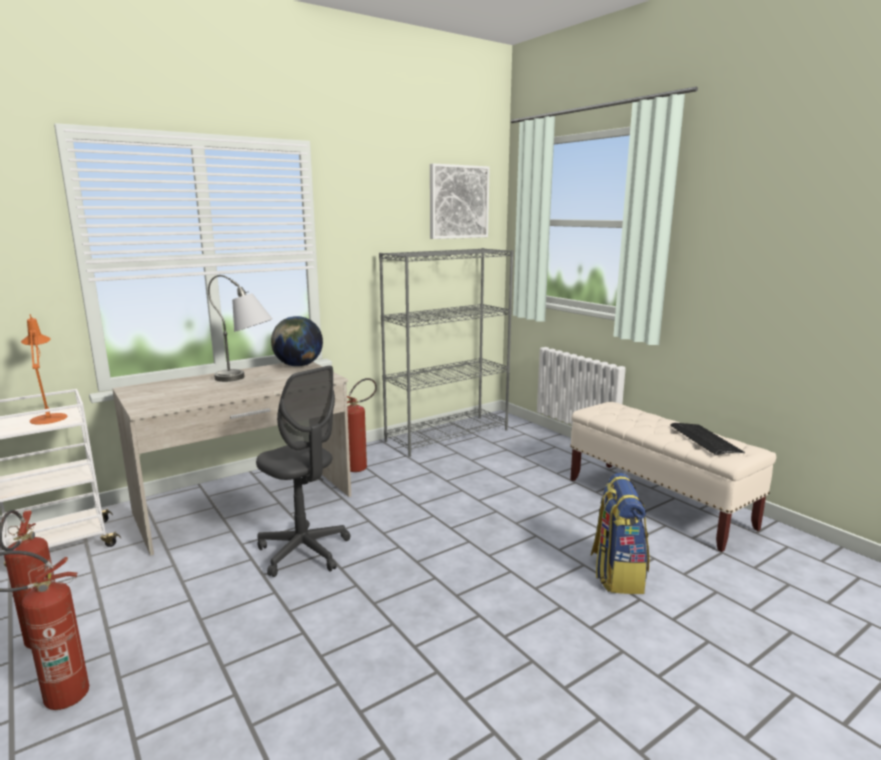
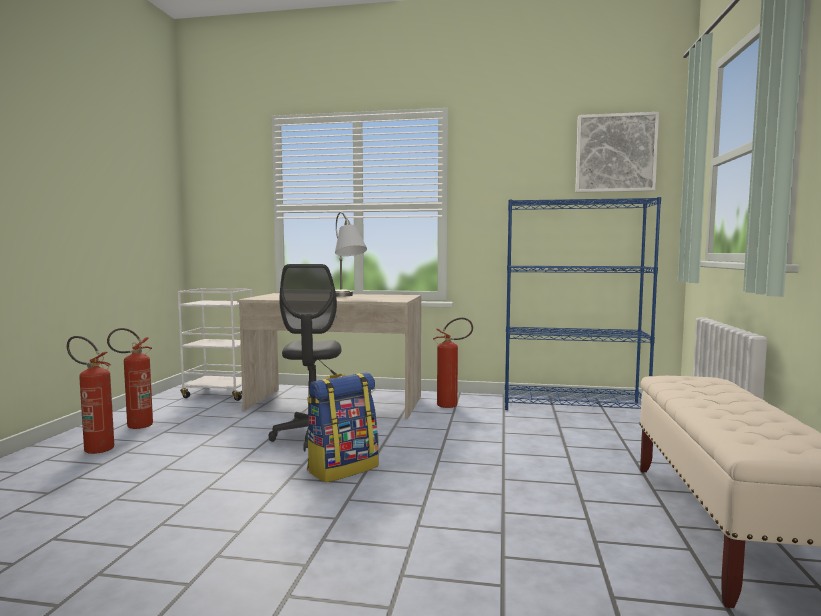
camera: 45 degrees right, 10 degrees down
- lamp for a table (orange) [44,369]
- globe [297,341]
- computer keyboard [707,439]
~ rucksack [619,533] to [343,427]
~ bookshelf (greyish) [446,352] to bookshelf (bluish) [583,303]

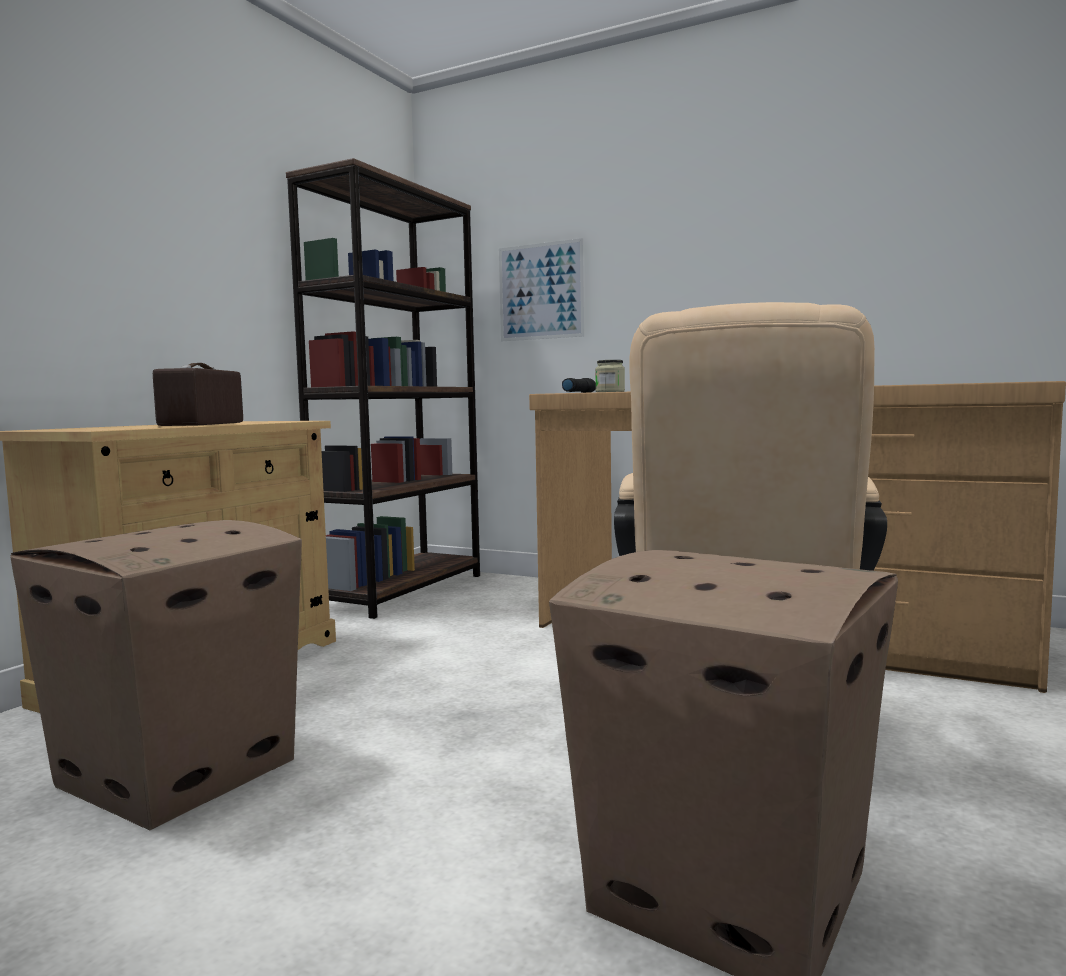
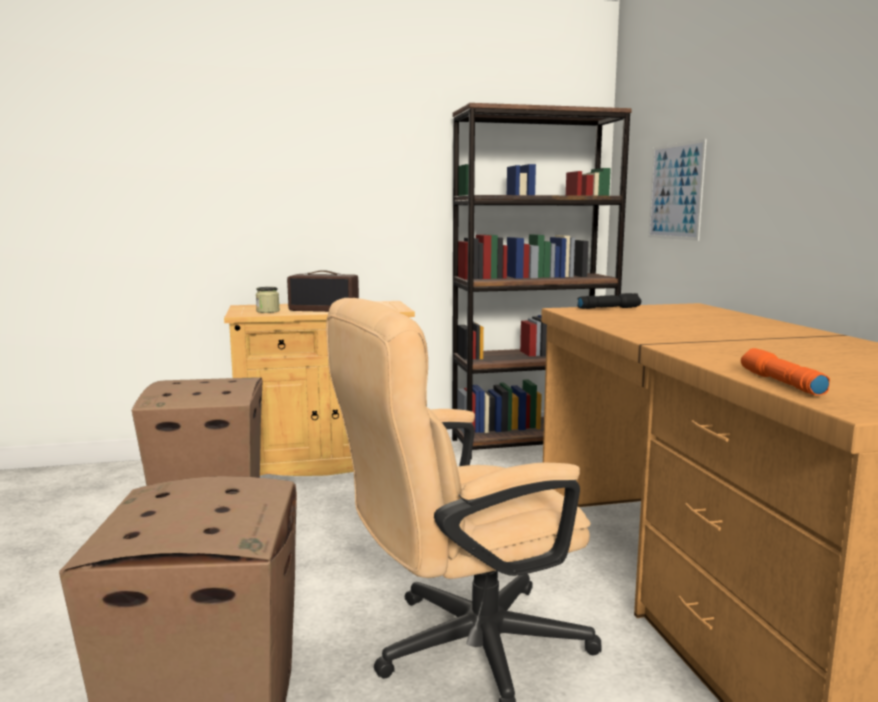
camera: 50 degrees right, 5 degrees up
+ hand torch (orange) [785,371]
~ preserve jar [610,376] to [268,300]
~ radio set [198,394] = [323,291] 135 degrees counterclockwise

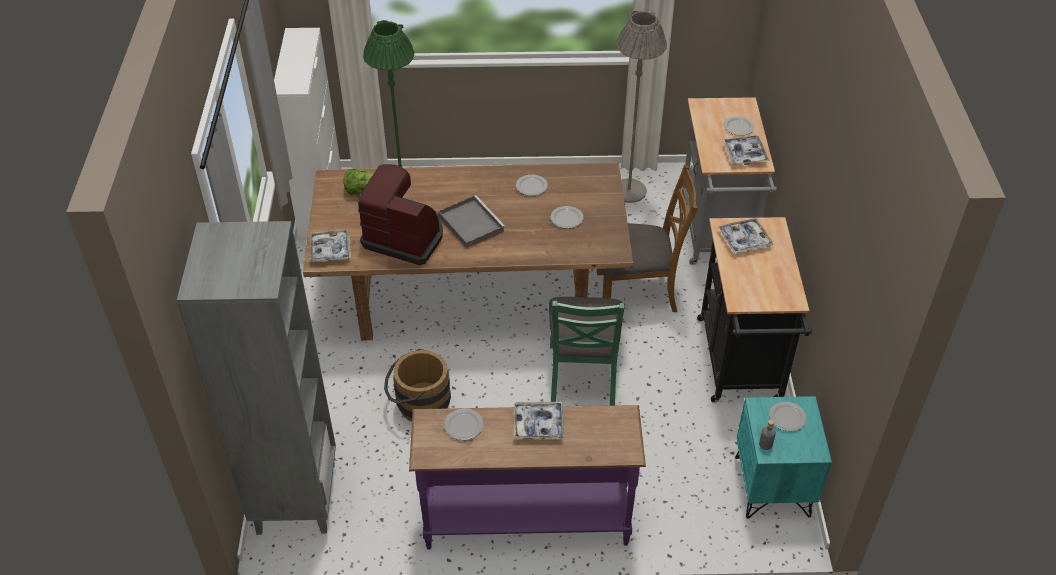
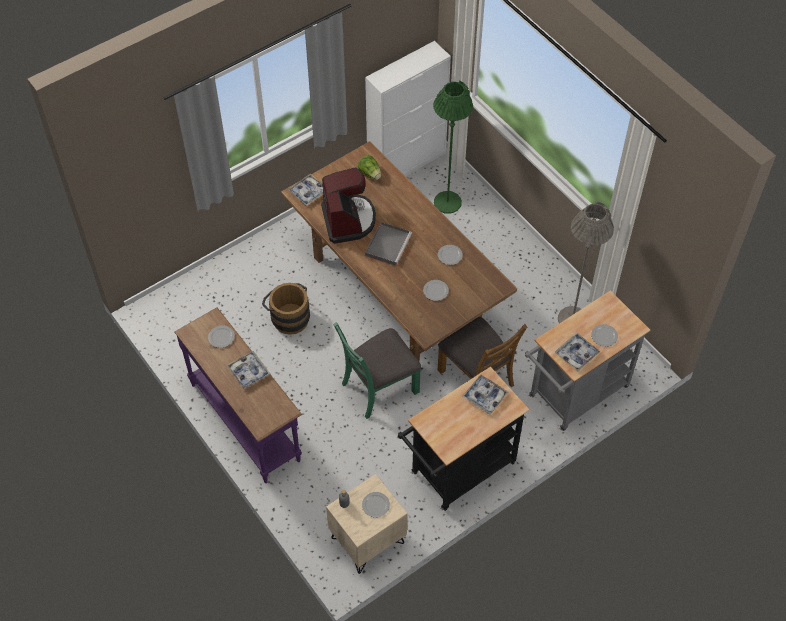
camera: 55 degrees right, 10 degrees up
- bookshelf (greyish) [256,378]
~ bedside table (blue-green) [783,457] to bedside table (beige) [366,524]

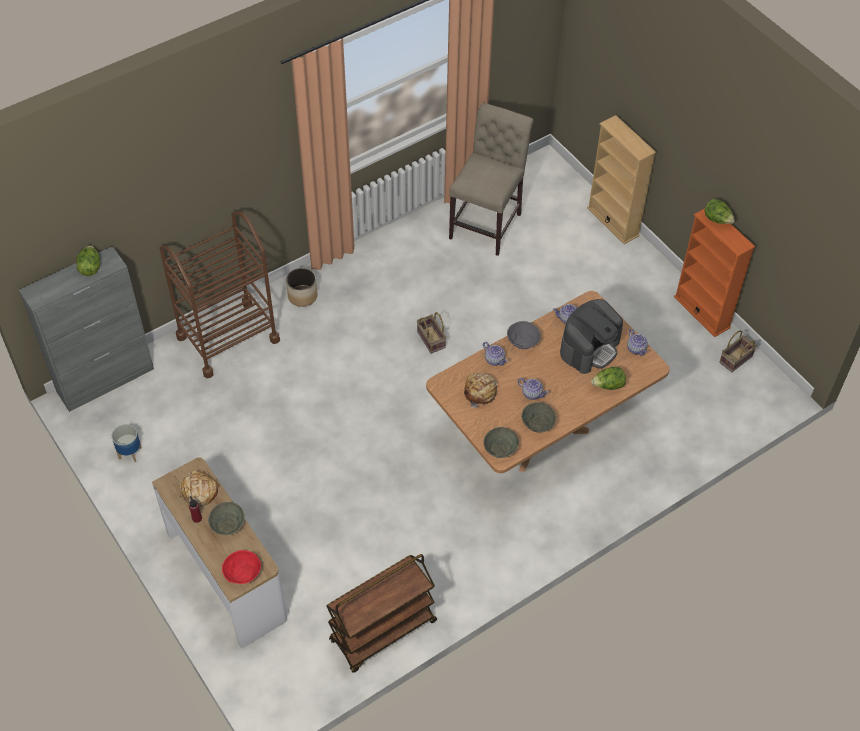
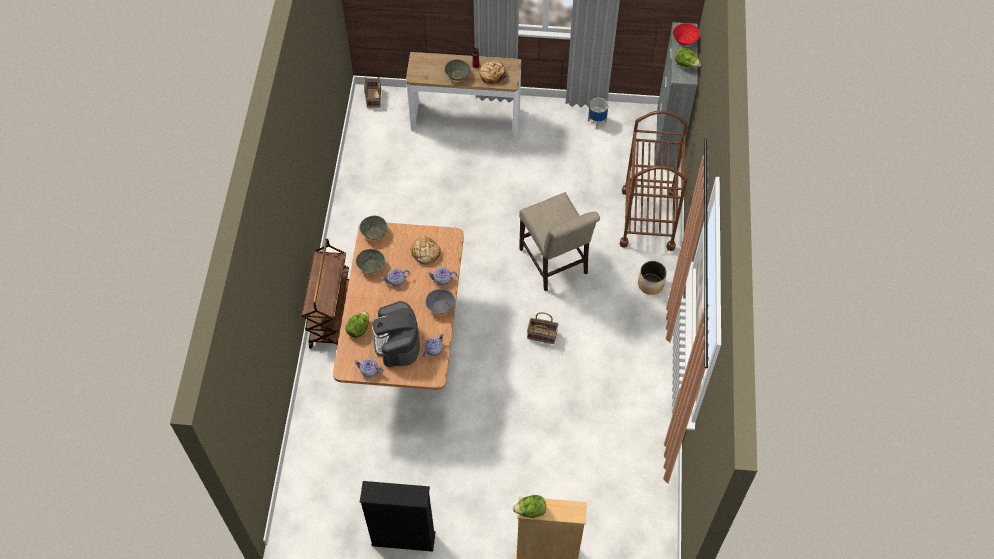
camera: 130 degrees right, 5 degrees up
~ deep dish (red) [241,567] to [686,34]
~ cart (brownish) [381,613] to [325,293]
~ plain chair (beige) [491,179] to [559,241]
~ head of lettuce [719,211] to [529,506]
~ basket [738,351] to [372,92]
~ bookshelf (orange) [714,272] to bookshelf (blackish) [398,516]

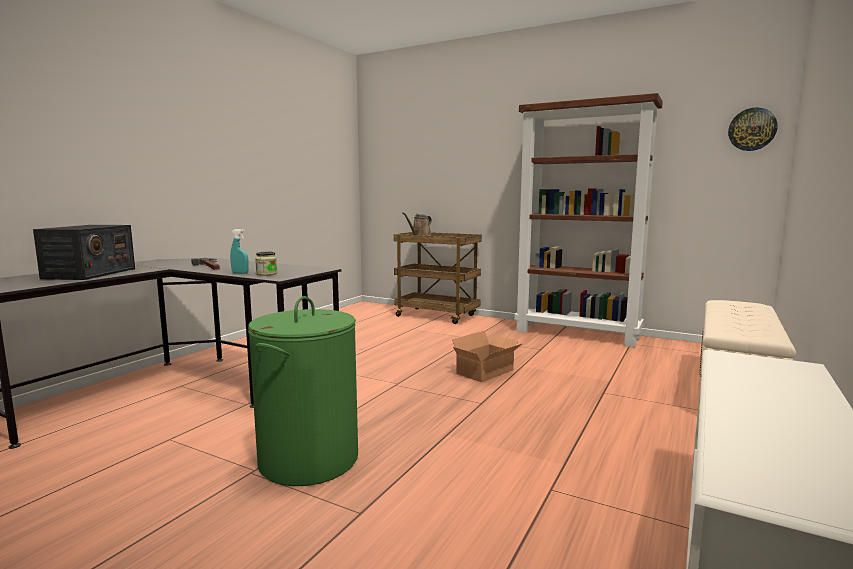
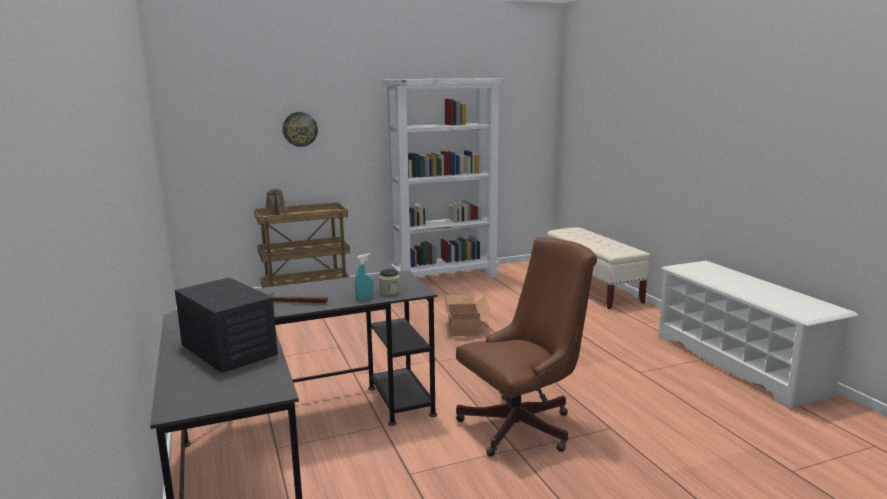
camera: 50 degrees left, 5 degrees up
~ hanging clock [753,129] to [300,129]
~ hamper (green-coloured) [303,391] to desk chair (brownish) [526,347]
~ bookshelf (brownish) [588,220] to bookshelf (white-coloured) [443,178]

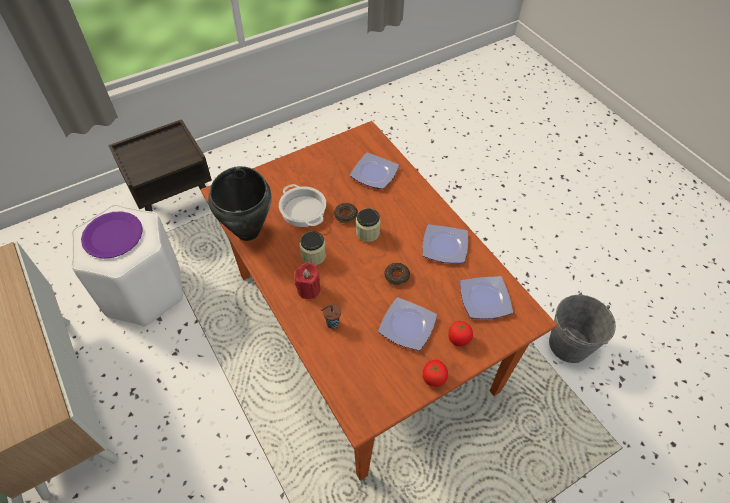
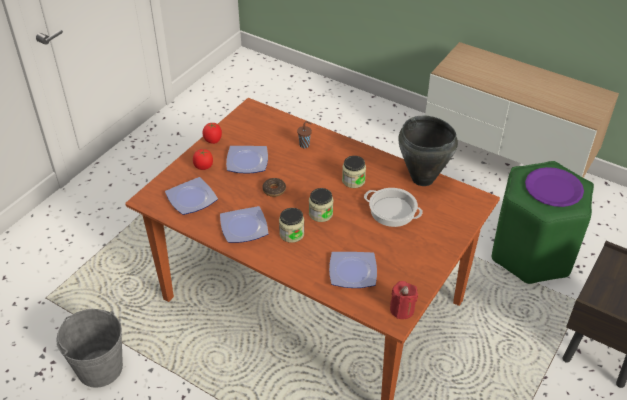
camera: 155 degrees right, 10 degrees down
- donut [346,213]
+ preserve jar [291,225]
~ candle (red) [307,280] to [404,300]
~ sitting stool (white-coloured) [127,265] to sitting stool (green-coloured) [543,222]

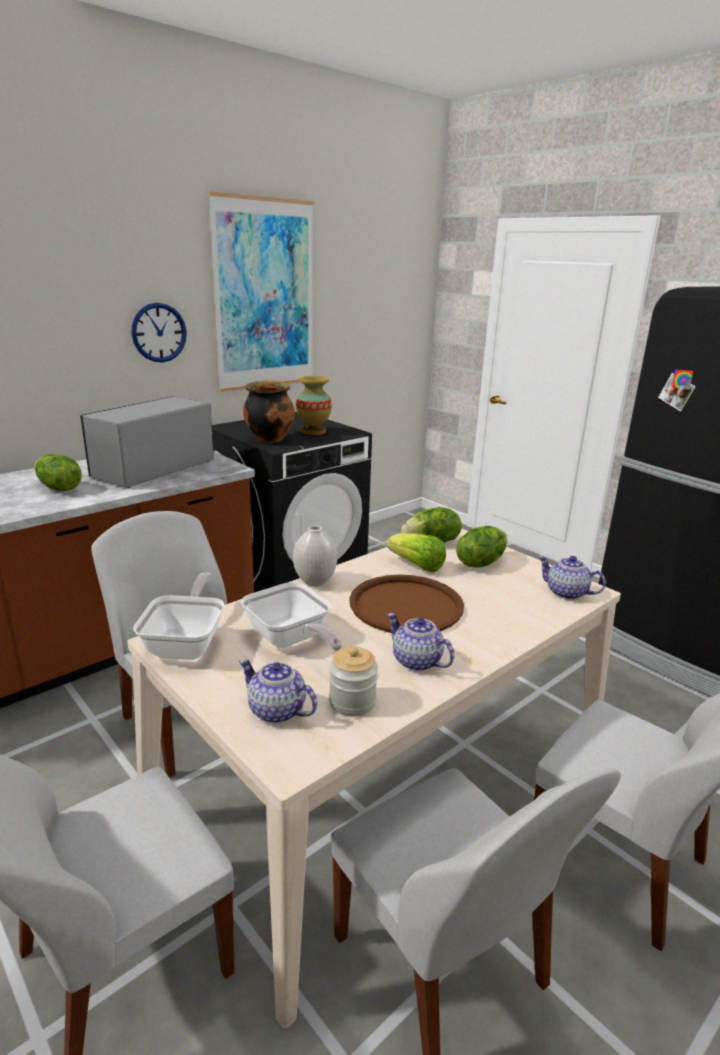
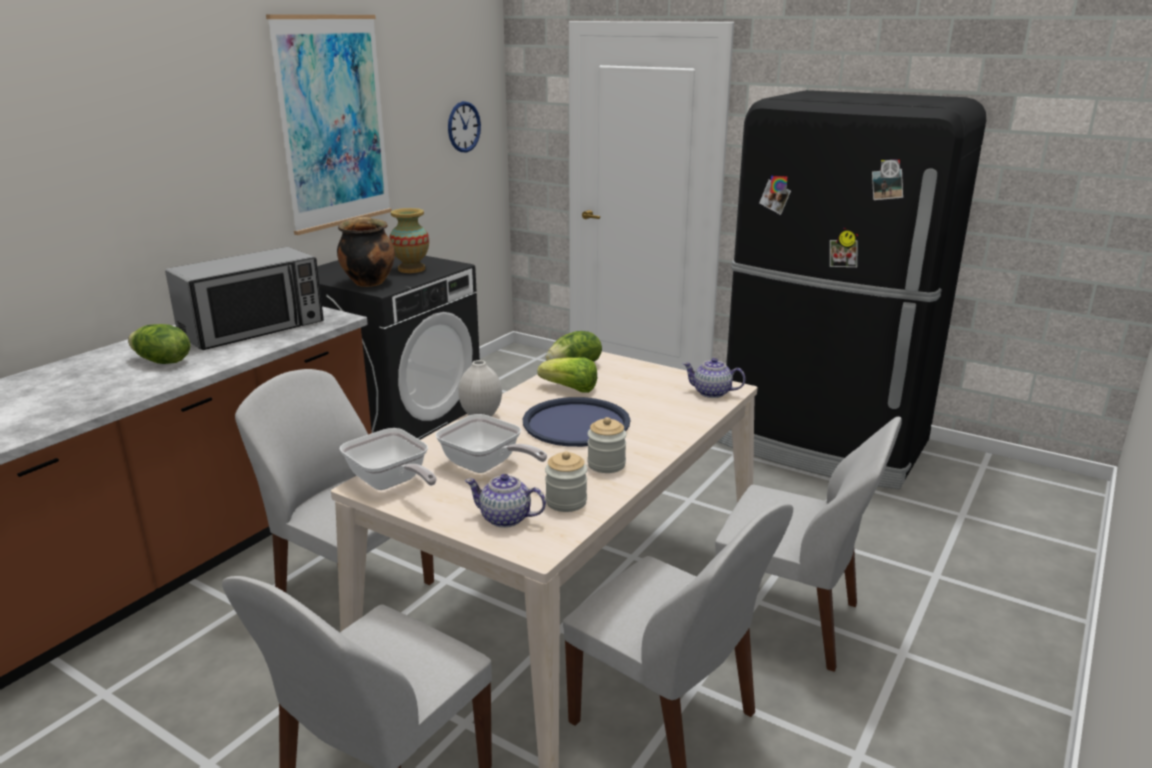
camera: 15 degrees left, 0 degrees up
- head of lettuce [482,547]
~ hanging clock [159,333] to [464,127]
~ tea pot [421,642] to preserve jar [607,445]
~ tray (brownish) [406,604] to tray (bluish) [576,422]
~ microwave oven [147,442] = [244,298] 150 degrees counterclockwise
~ skillet [179,616] = [388,459] 150 degrees clockwise

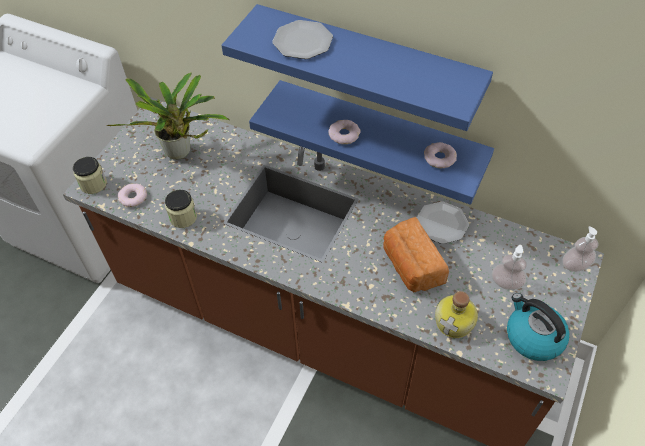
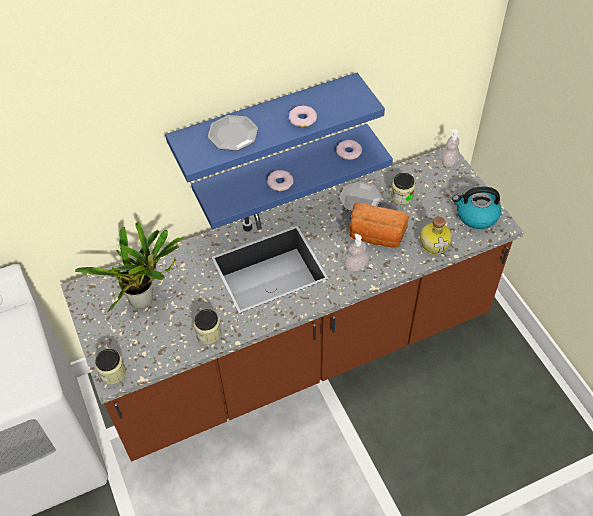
camera: 50 degrees left, 0 degrees up
+ preserve jar [403,188]
~ donut [132,195] to [303,116]
~ soap bottle [509,267] to [357,253]

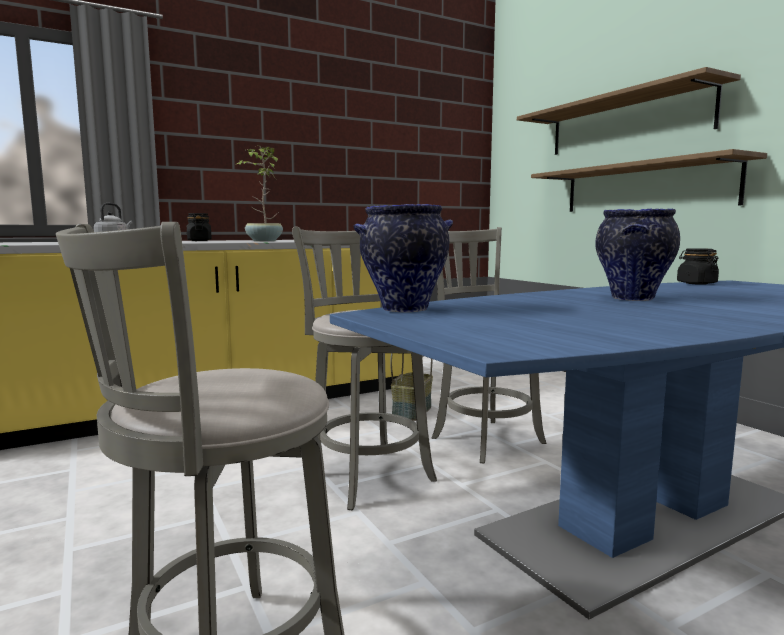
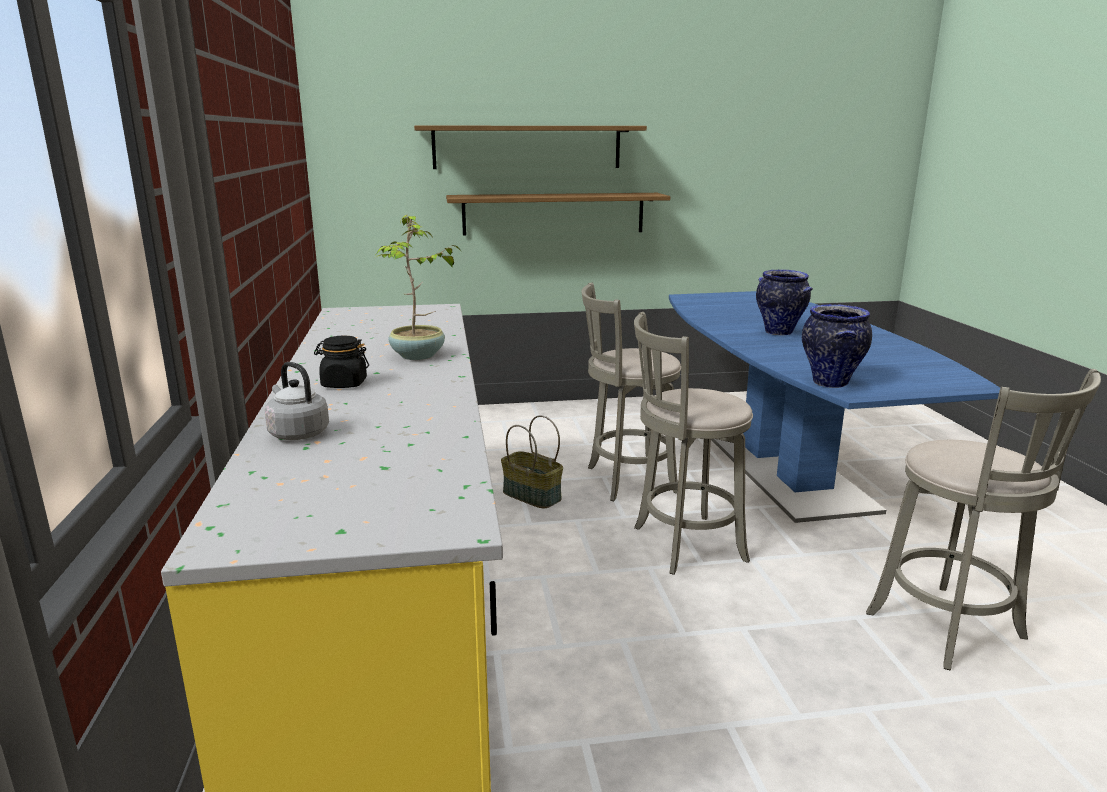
camera: 70 degrees left, 10 degrees up
- preserve jar (blackish) [698,266]

